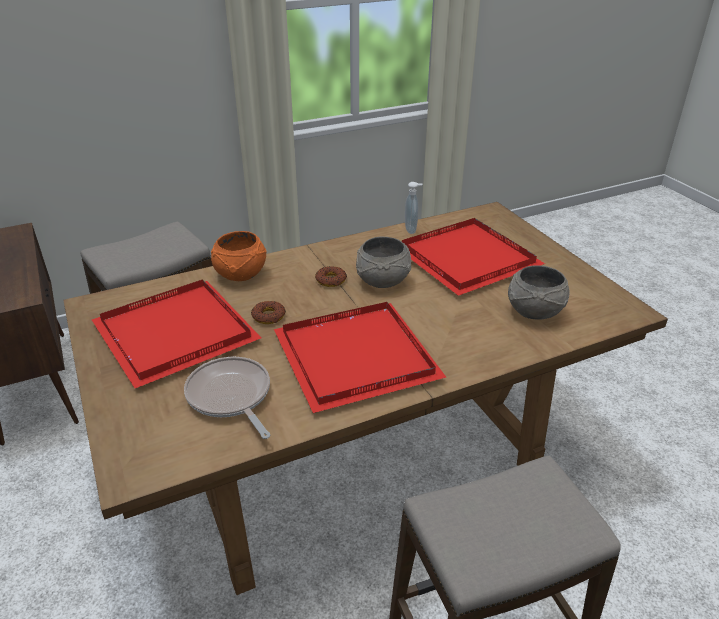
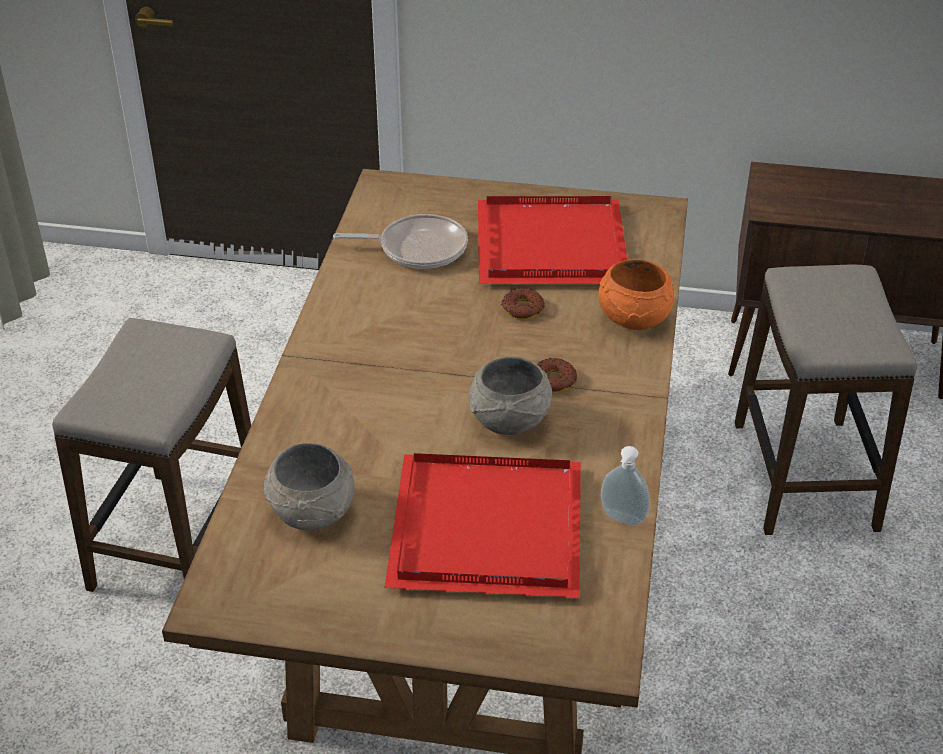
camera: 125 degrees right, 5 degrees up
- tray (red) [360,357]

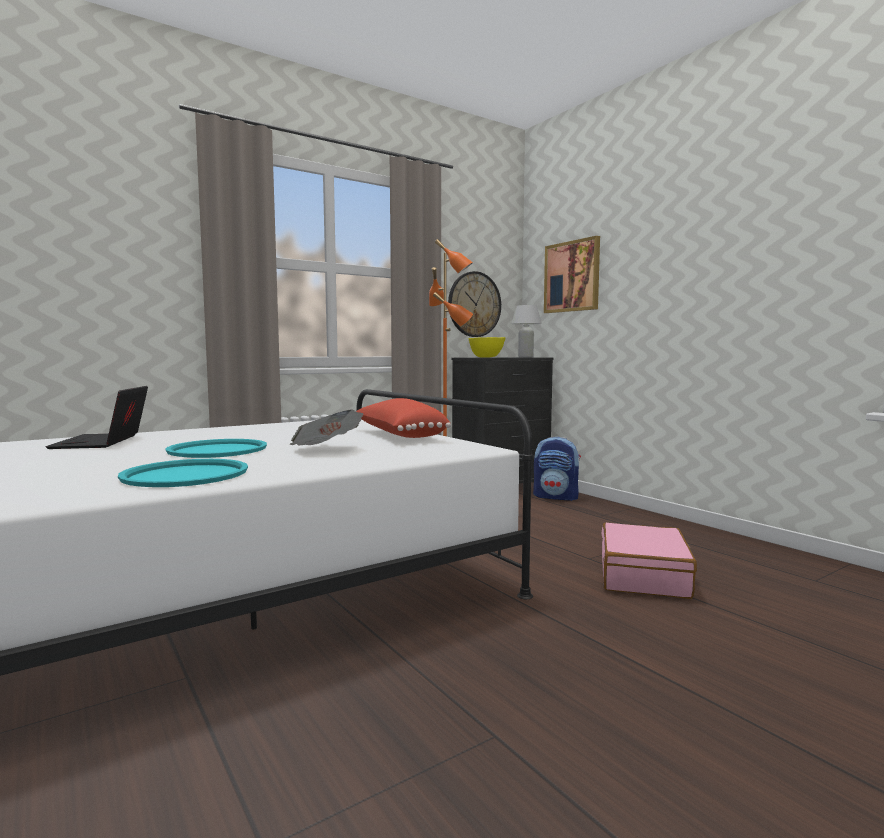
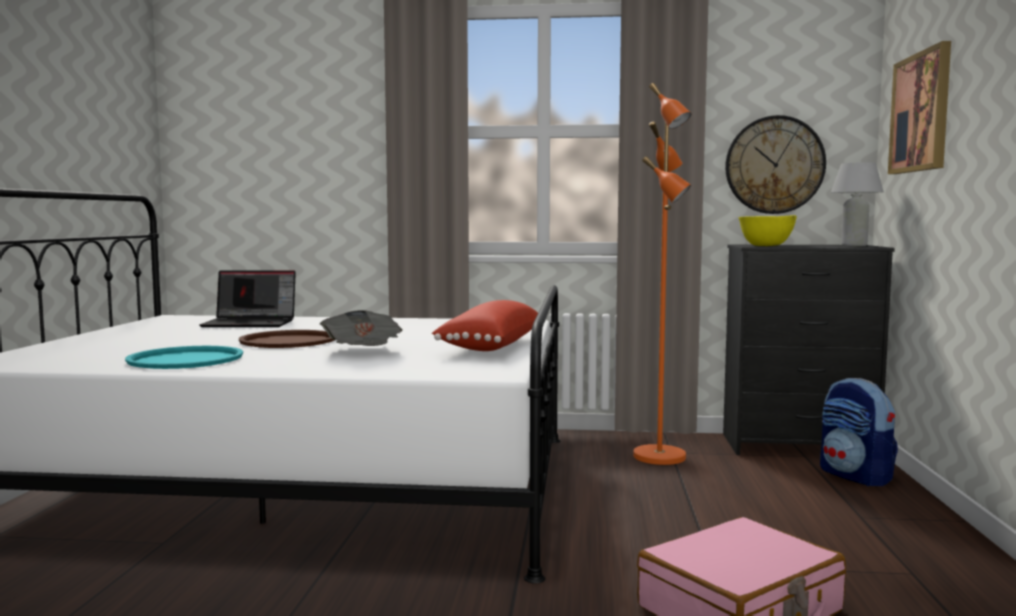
camera: 40 degrees right, 0 degrees up
~ tray (blue-green) [216,448] to tray (brownish) [287,339]
~ portable computer [96,417] = [247,299] 120 degrees counterclockwise

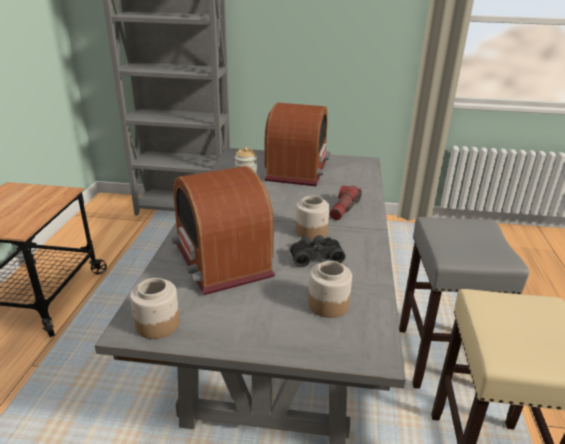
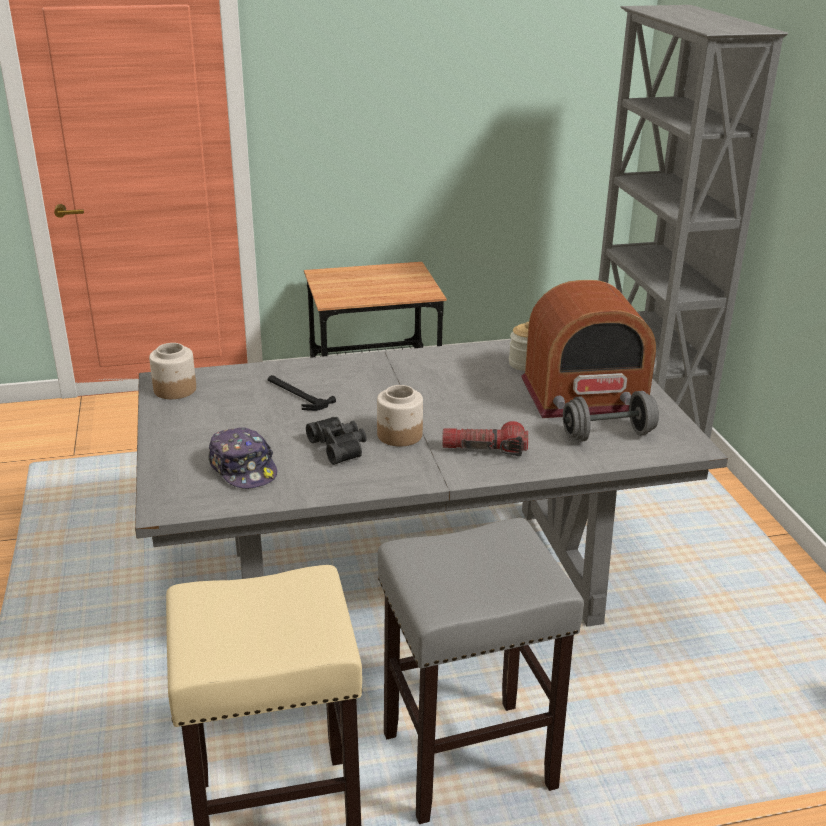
camera: 70 degrees right, 0 degrees up
+ free weight (greyish) [611,416]
~ radio set [223,230] to hammer [302,393]
~ preserve jar [330,289] to cap [242,458]

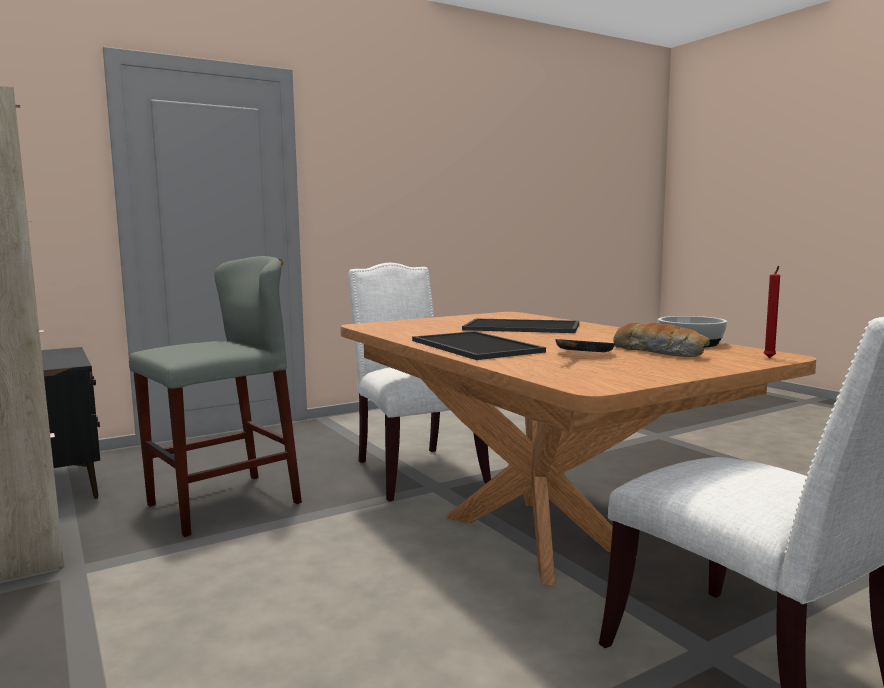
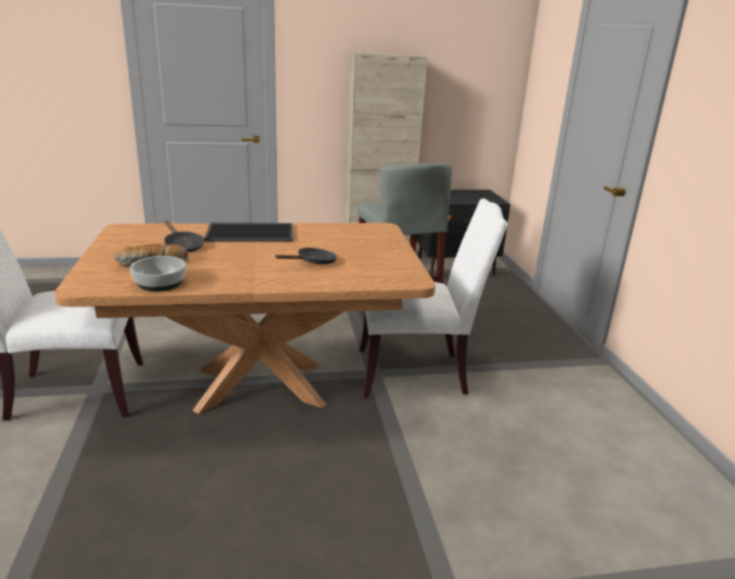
camera: 110 degrees right, 15 degrees up
- candle (red) [772,312]
~ tray [520,325] to skillet (blackish) [306,256]

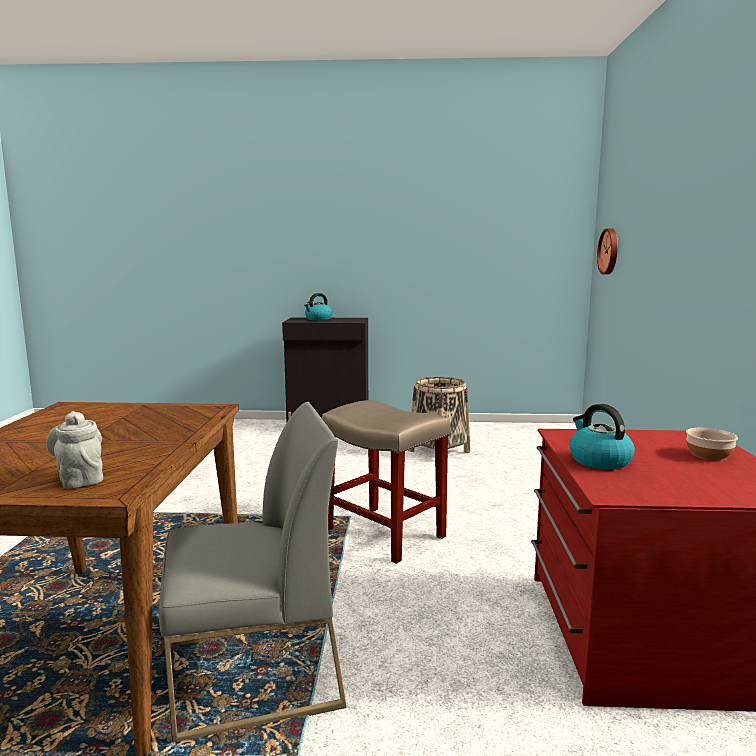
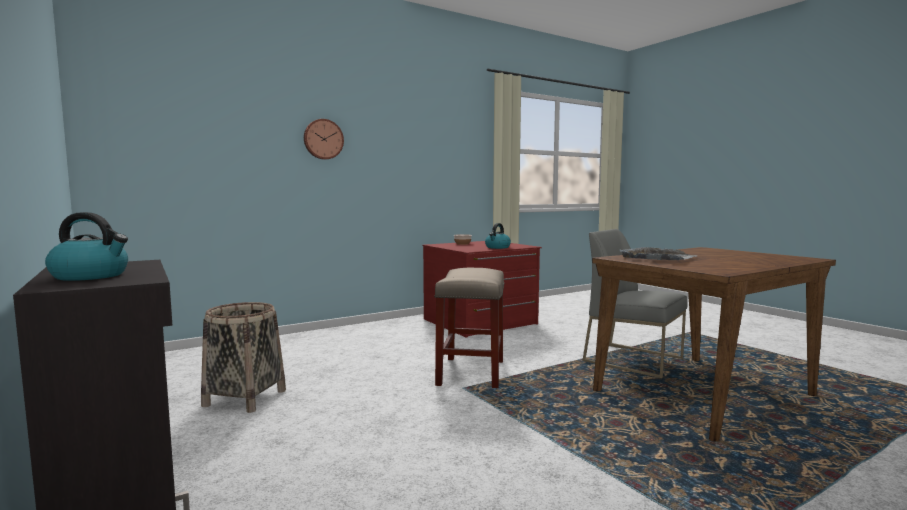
camera: 125 degrees left, 5 degrees down
- tea pot (greyish) [74,449]
+ tray (greyish) [658,253]
~ hanging clock [607,251] to [324,139]

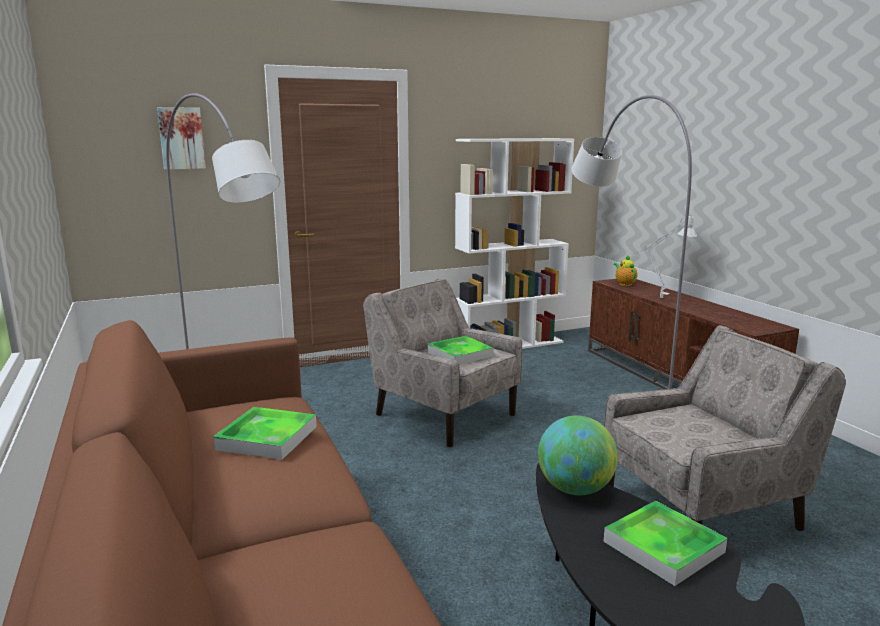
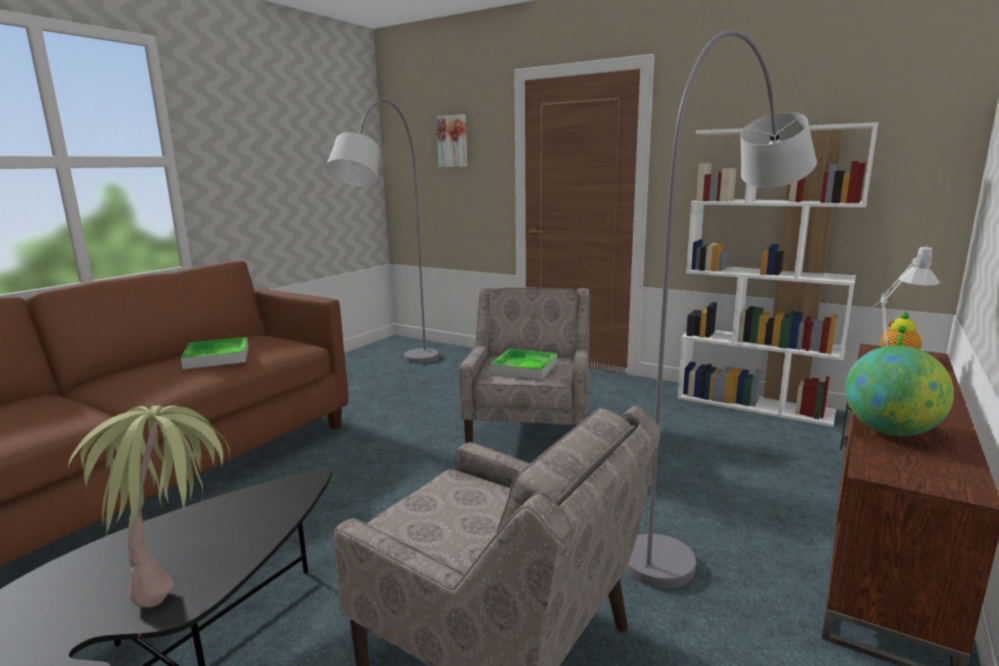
camera: 55 degrees right, 0 degrees up
~ globe [578,455] to [899,390]
~ tray [665,543] to potted plant [149,506]

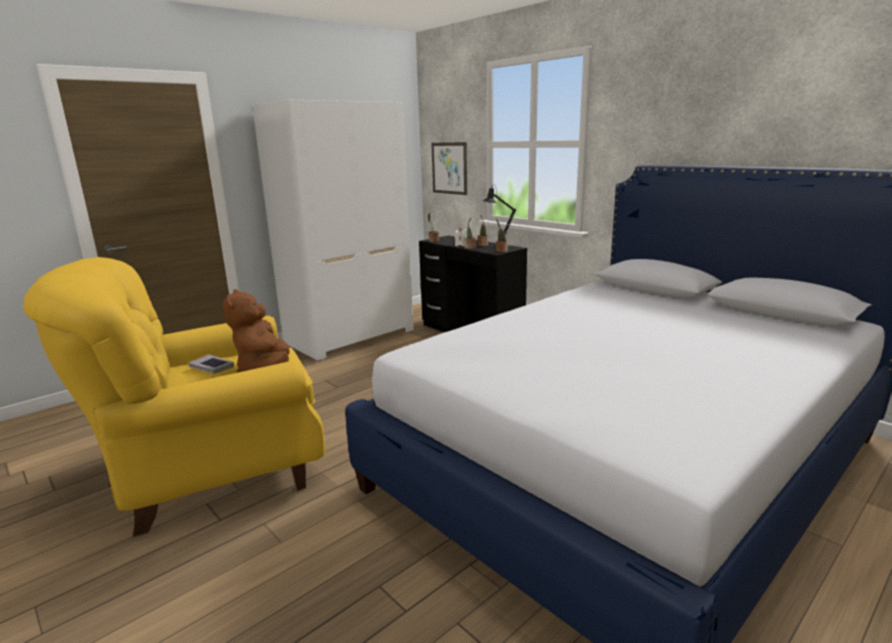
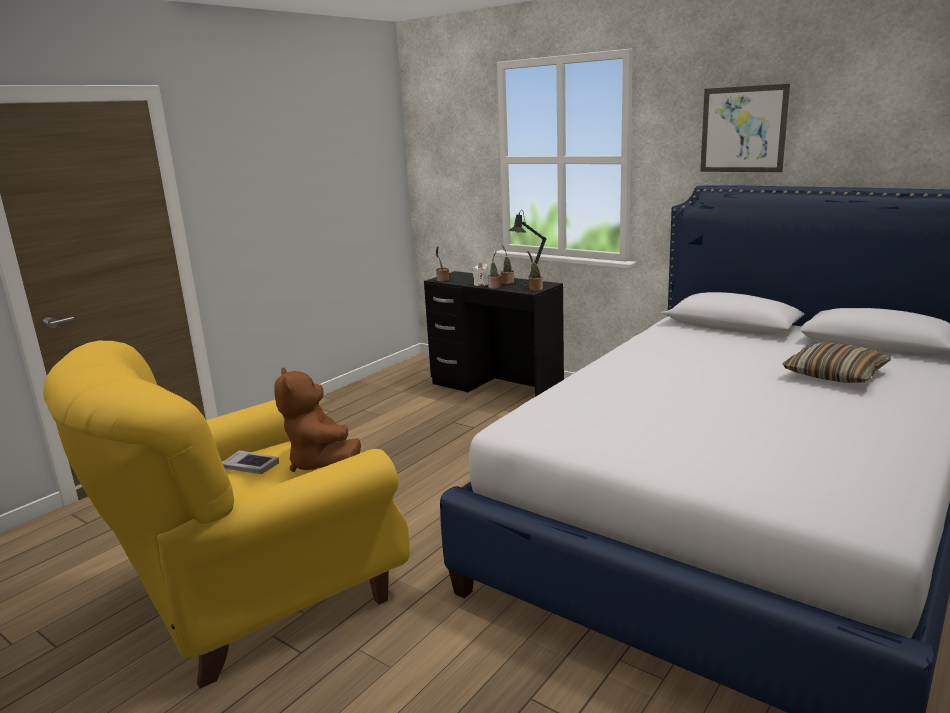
camera: 10 degrees left, 0 degrees up
- wardrobe (white-coloured) [333,230]
+ cushion [837,362]
~ wall picture [449,168] to [745,128]

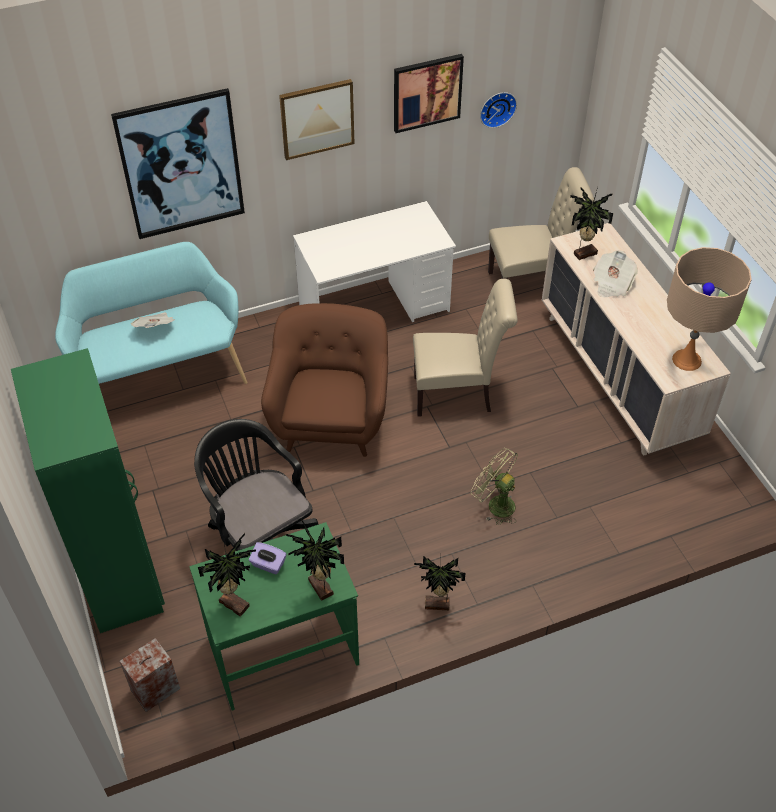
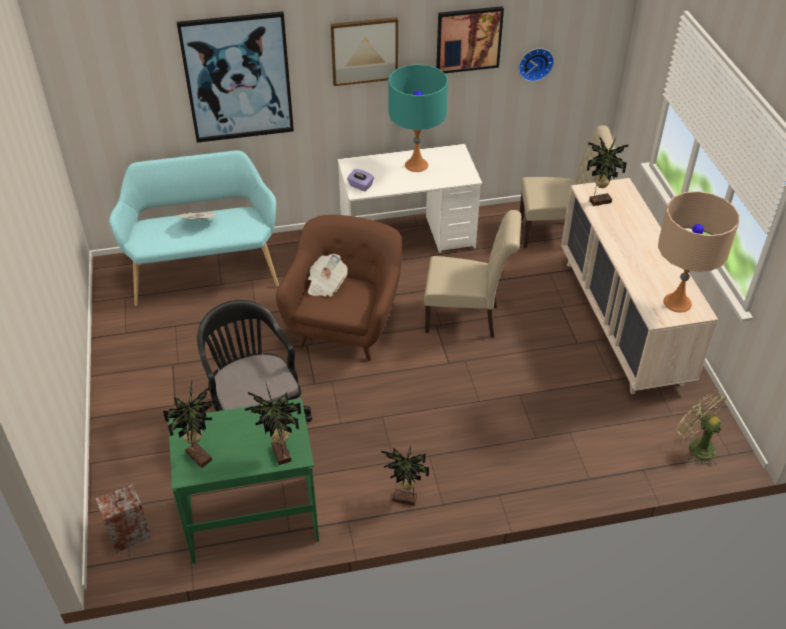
camera: 10 degrees right, 5 degrees down
- wardrobe (green-coloured) [88,490]
+ lamp for a table (blue-green) [418,118]
~ box of tissues (purple-coloured) [267,558] to [360,180]
~ electric fan (green-coloured) [494,486] to [701,428]
~ daily paper [615,273] to [328,275]

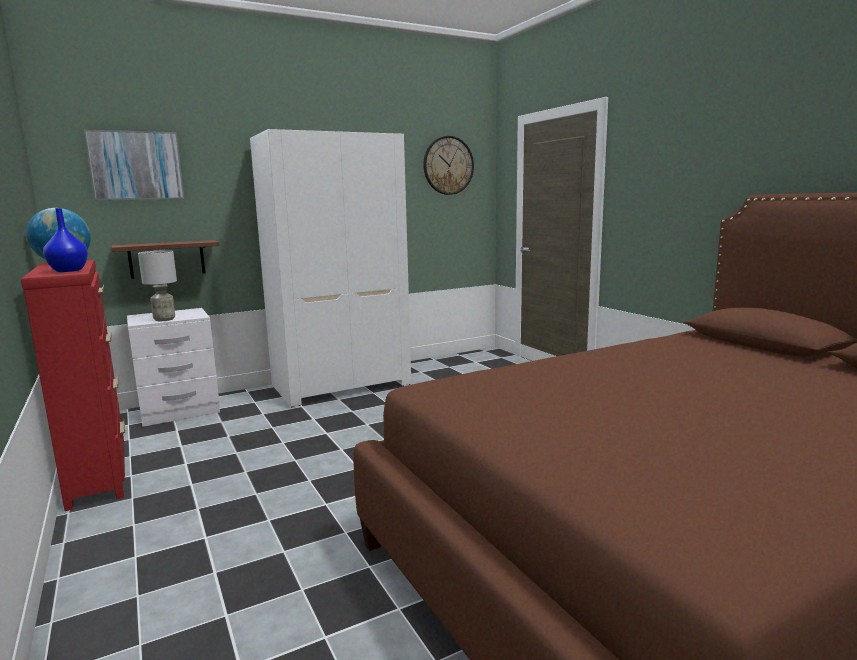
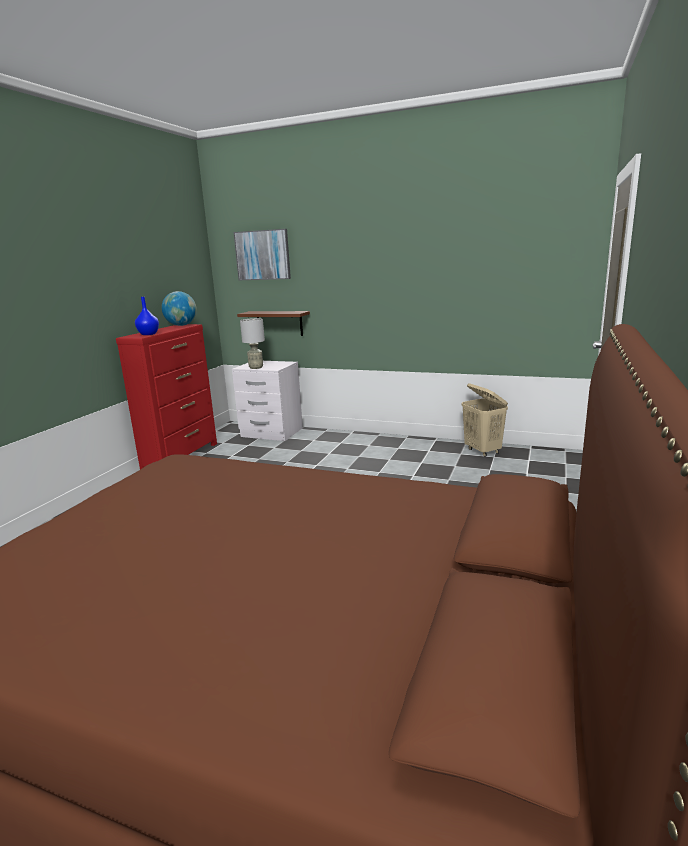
camera: 50 degrees right, 5 degrees up
- wardrobe (white-coloured) [330,268]
- hanging clock [448,165]
+ hamper (beige) [484,420]

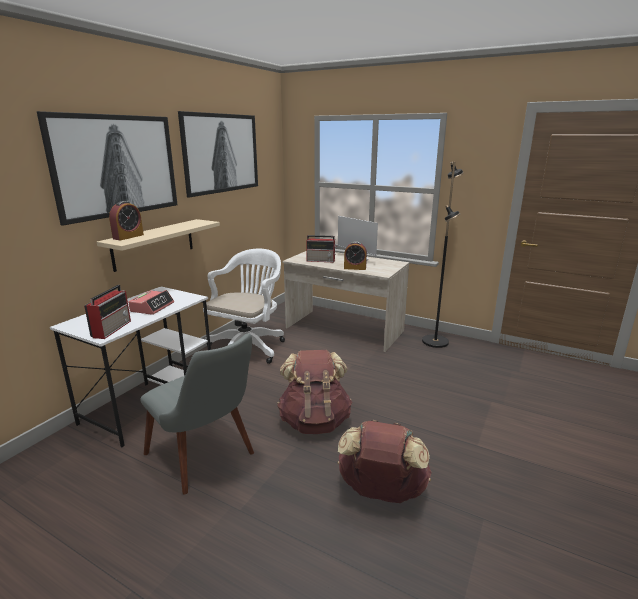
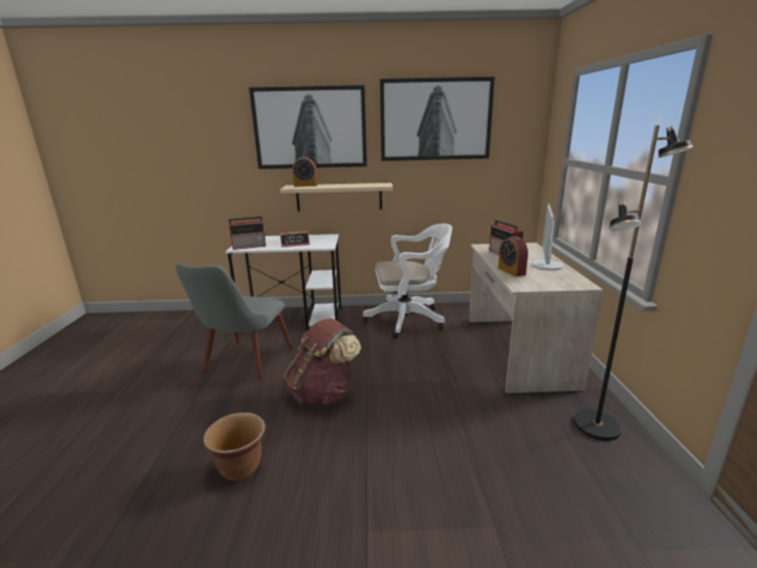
camera: 60 degrees right, 0 degrees up
~ rucksack (brownish) [385,461] to flower pot (brownish) [234,446]

